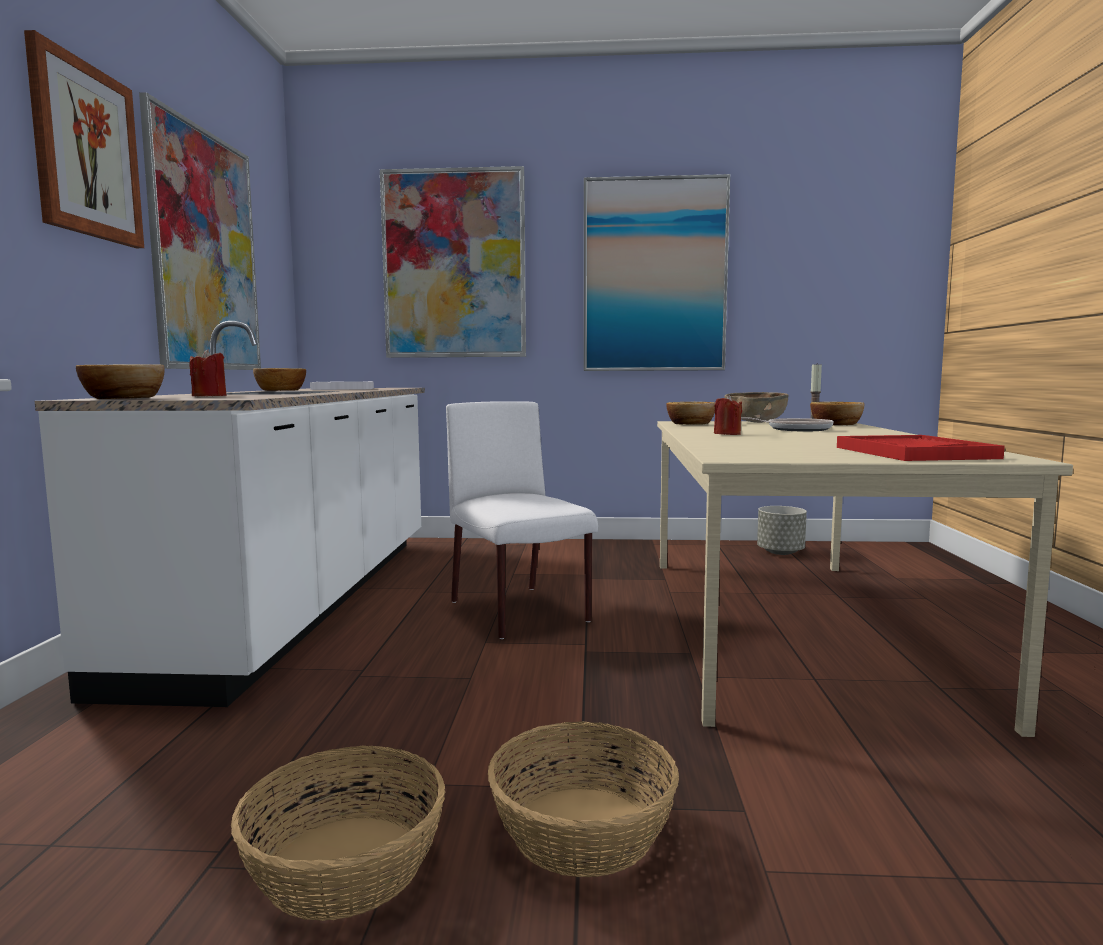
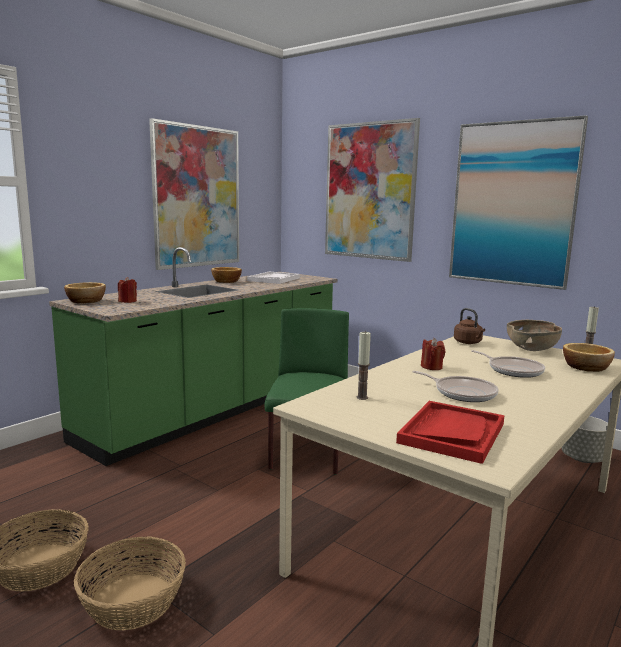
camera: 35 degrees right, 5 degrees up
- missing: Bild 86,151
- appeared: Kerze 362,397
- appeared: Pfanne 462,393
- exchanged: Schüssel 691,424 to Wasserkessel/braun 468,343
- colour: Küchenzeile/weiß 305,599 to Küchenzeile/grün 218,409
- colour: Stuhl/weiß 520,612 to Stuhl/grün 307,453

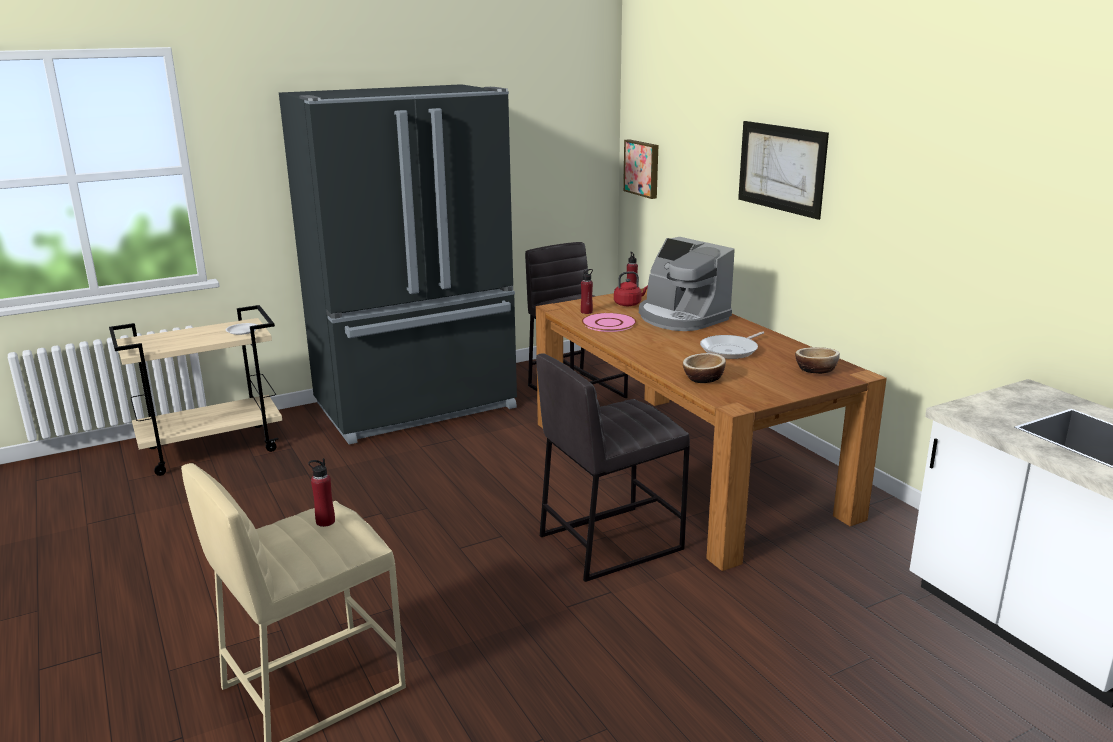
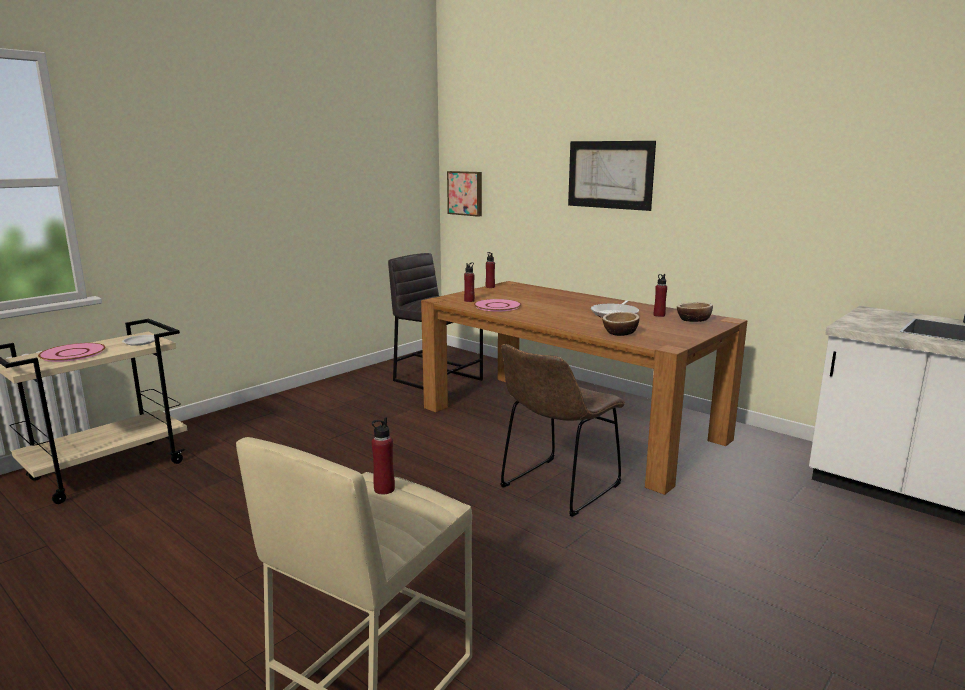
camera: 20 degrees left, 5 degrees down
- missing: Kühlschrank/schwarz 418,407
- missing: Wasserkessel/rot 629,304
- missing: Kaffeemaschine 681,317
- appeared: Teller/rosa 73,353
- appeared: Flasche/rot 659,315
- exchanged: Hocker/grau 609,542 to Stuhl/braun 557,488

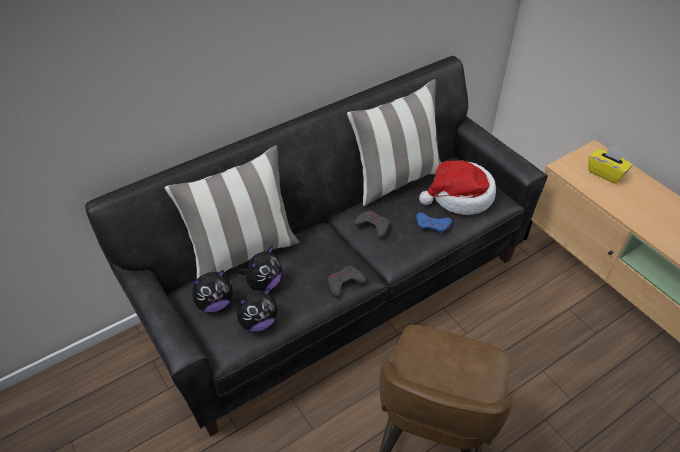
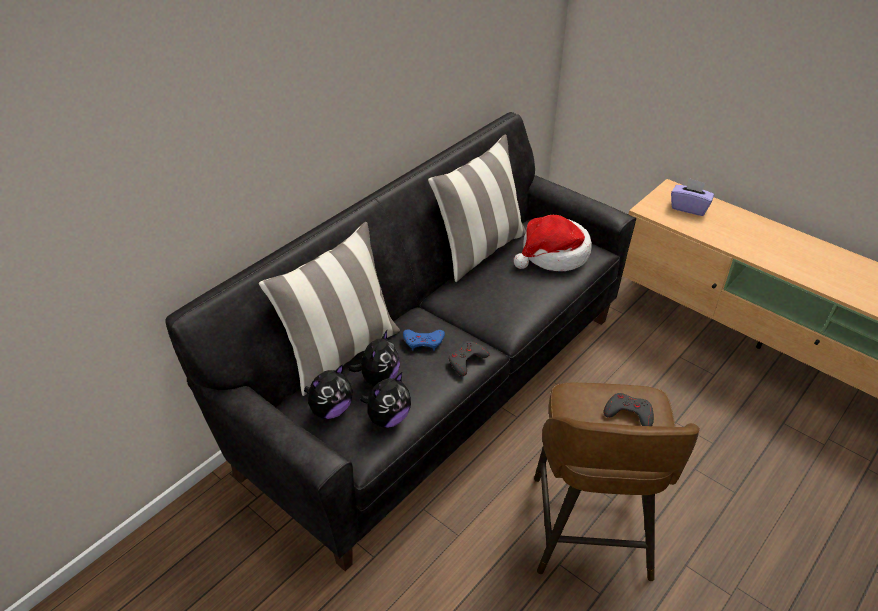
camera: 15 degrees left, 5 degrees down
- relocated: Gamepad/grau 372,226 to 628,413
- relocated: Gamepad/blau 432,225 to 423,342
- colour: Taschentuchbox/gelb 605,173 to Taschentuchbox/lila 689,208

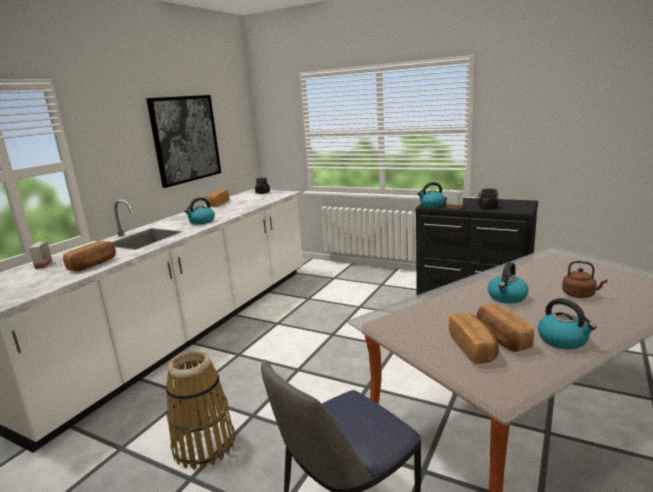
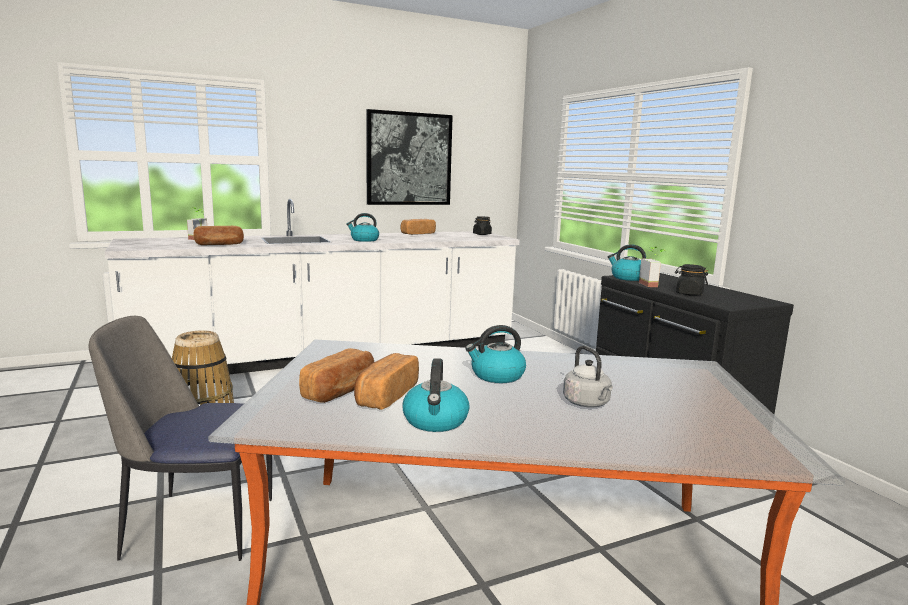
camera: 35 degrees right, 5 degrees down
- colour: Wasserkessel/braun 580,295 to Wasserkessel/grau 587,404

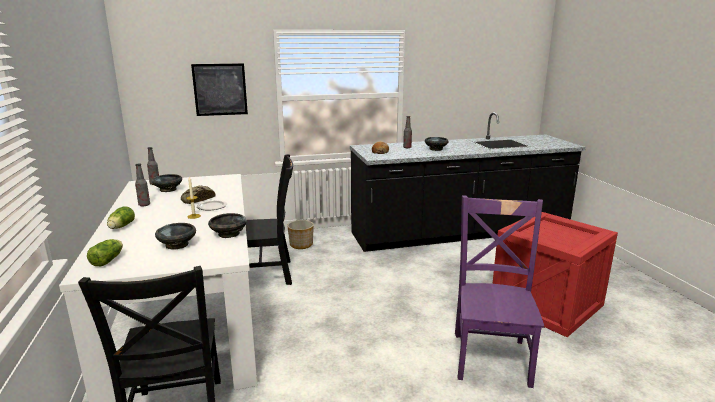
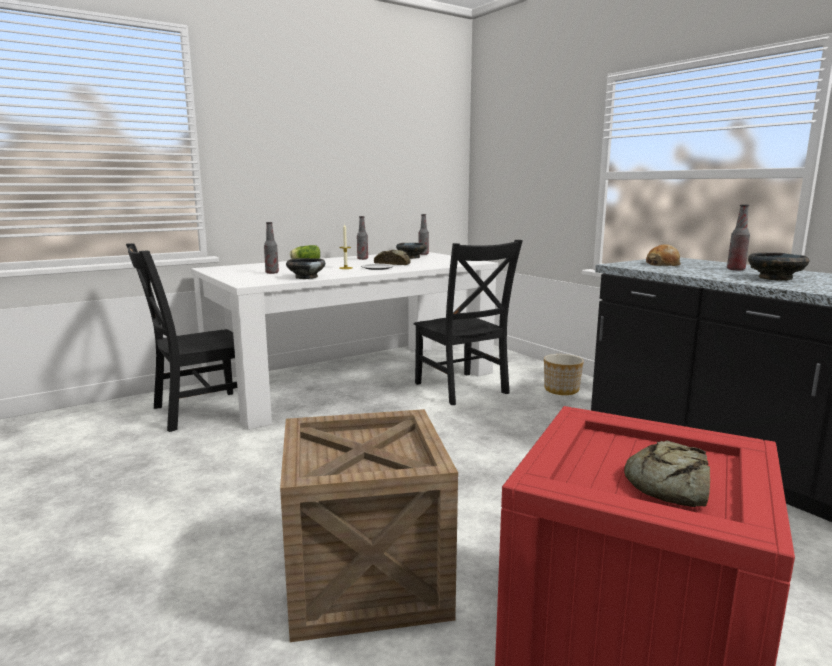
camera: 70 degrees right, 5 degrees down
- missing: Salatkopf 109,260
- missing: Bild 220,89
- appeared: Brot 668,485
- exchanged: Schüssel/schwarz 177,245 to Flasche 272,273
- exchanged: Stuhl/lila 491,356 to Kiste 366,578

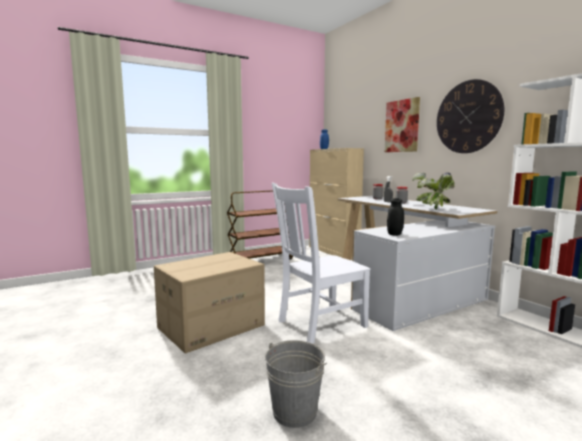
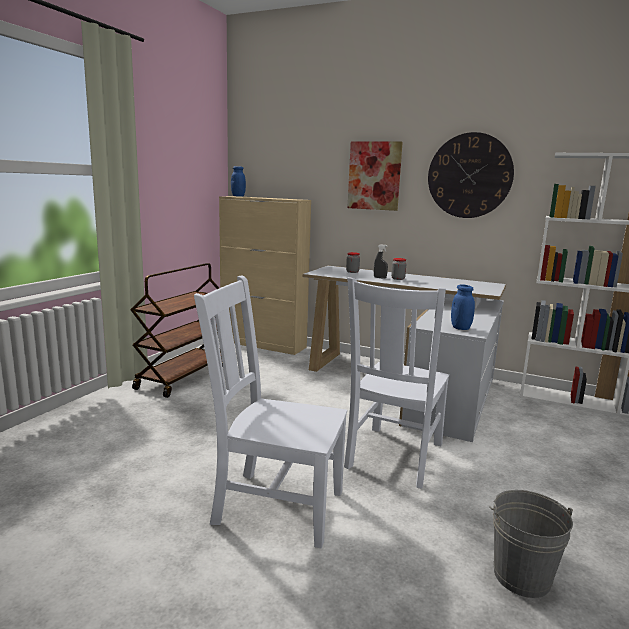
camera: 35 degrees left, 5 degrees up
- missing: Topfpflanze 432,209
- exchanged: Karton 211,326 to Stuhl/weiß 274,505
- colour: Vorratsglas/schwarz 394,234 to Vorratsglas/blau 460,328

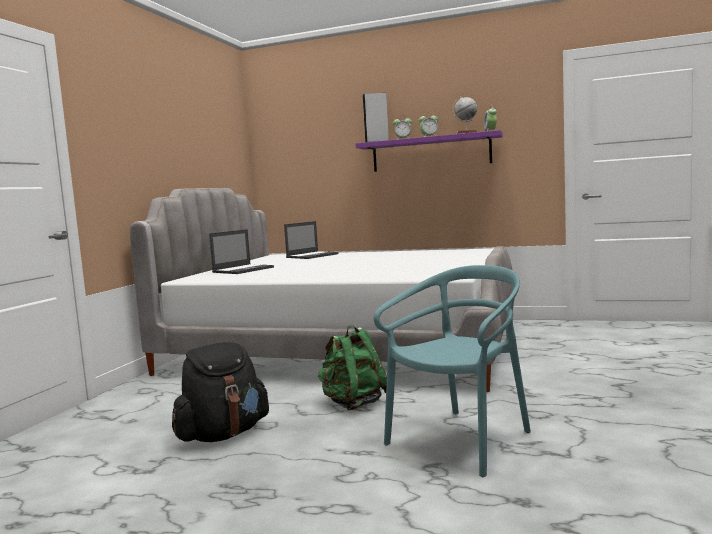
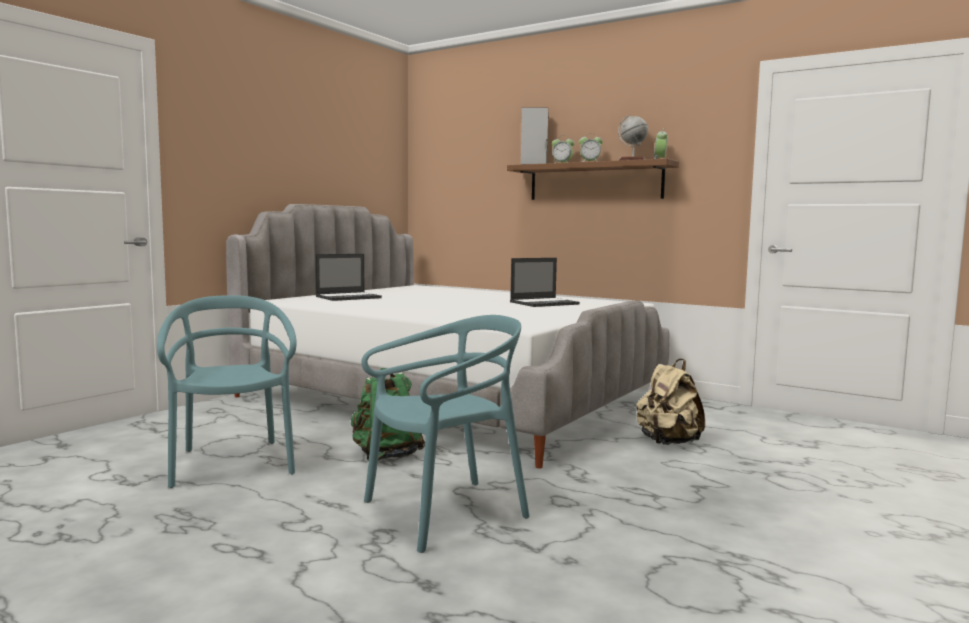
camera: 15 degrees right, 0 degrees up
- appeared: Rucksack/beige 668,443
- relocated: Laptop 312,255 to 545,303
- exchanged: Rucksack/schwarz 223,434 to Stuhl/türkis 232,463
- colour: Wandregal/lila 430,153 to Wandregal/braun 594,182

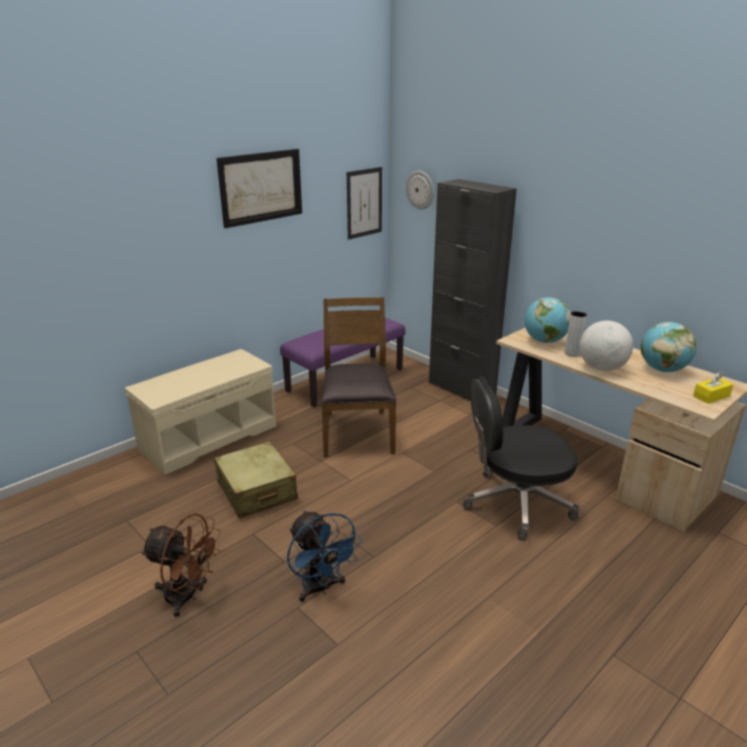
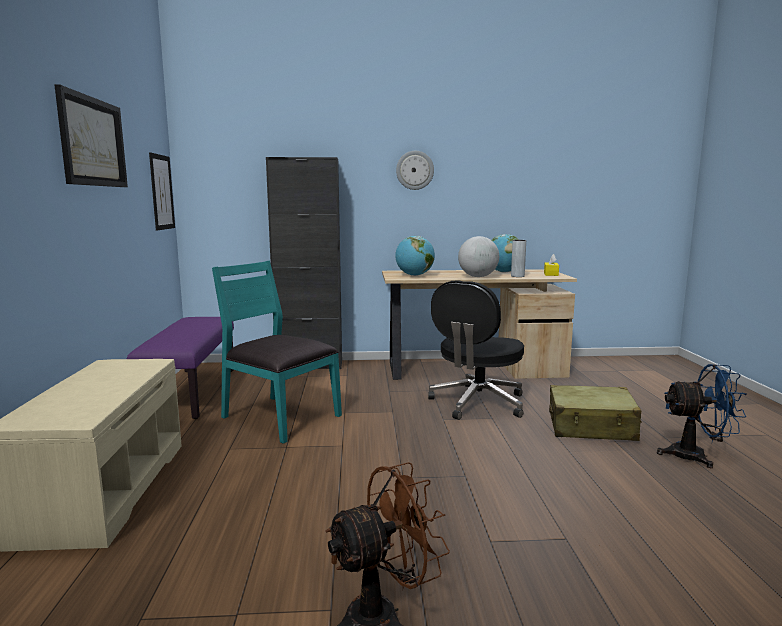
camera: 50 degrees left, 15 degrees down
- relocated: Koffer/beige 256,491 to 591,426
- relocated: Ventilator/blau 321,588 to 696,456
- relocated: Wanduhr 420,190 to 415,170
- relocated: Vase/grau 572,353 to 517,276
- colour: Stuhl/braun 357,432 to Stuhl/türkis 279,417

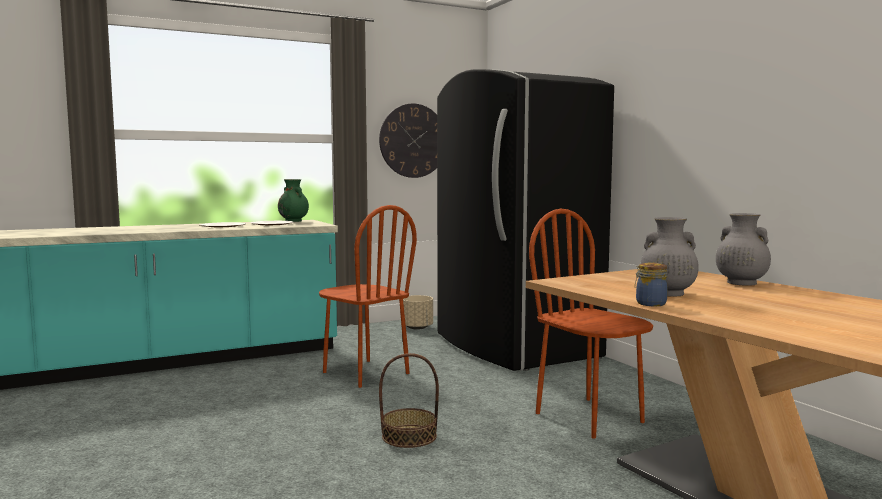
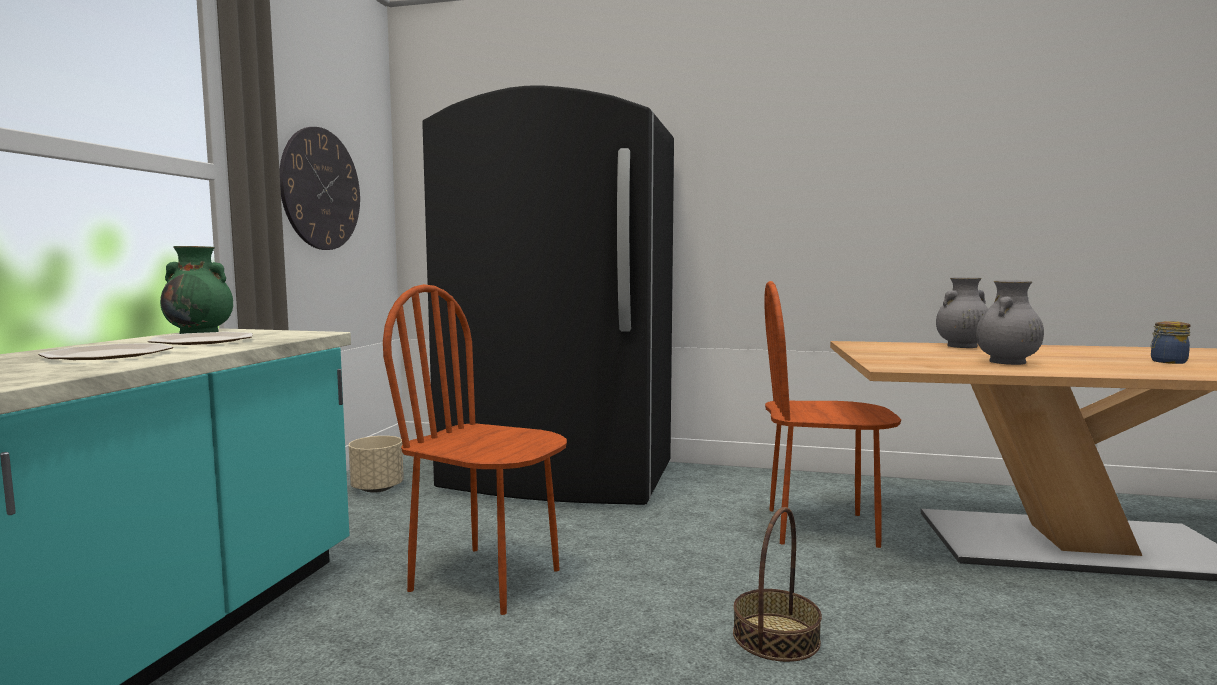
camera: 50 degrees left, 0 degrees up
- relocated: Vorratsglas 649,303 to 1167,362
- spun: Stuhl/braun 365,373 = 486,579 150 degrees counterclockwise

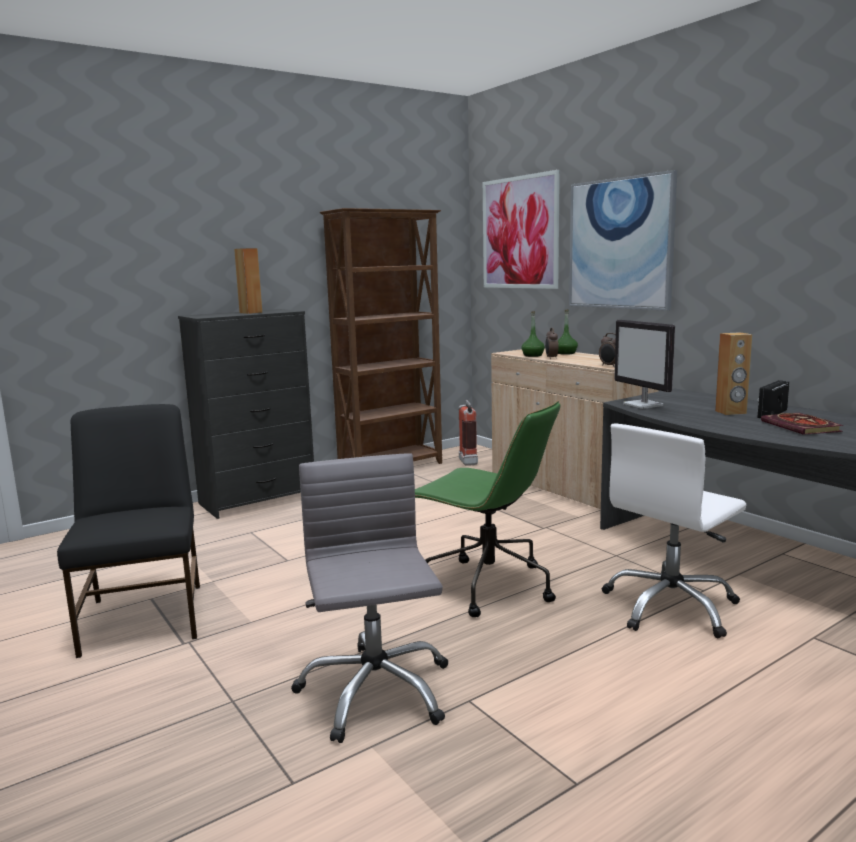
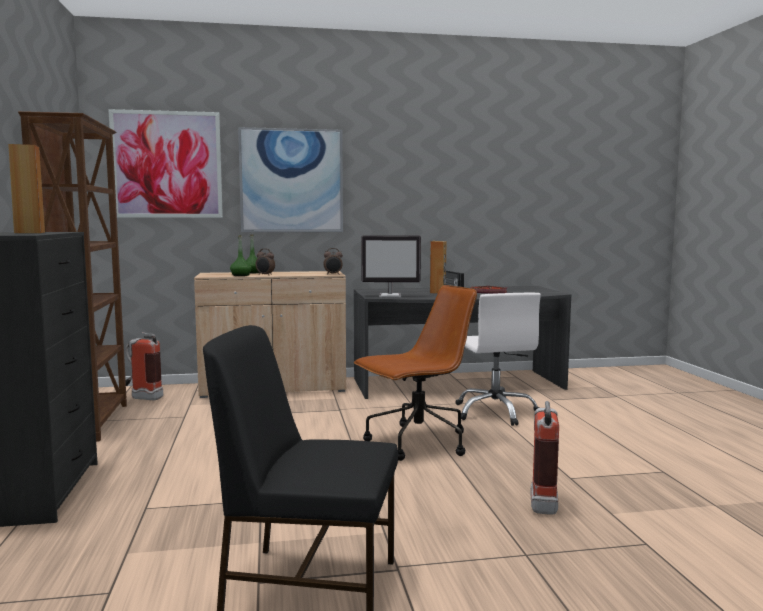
camera: 65 degrees left, 5 degrees down
- exchanged: Bürostuhl/grau 374,691 to Feuerlöscher 543,502
- colour: Bürostuhl/grün 487,586 to Bürostuhl/braun 417,443

